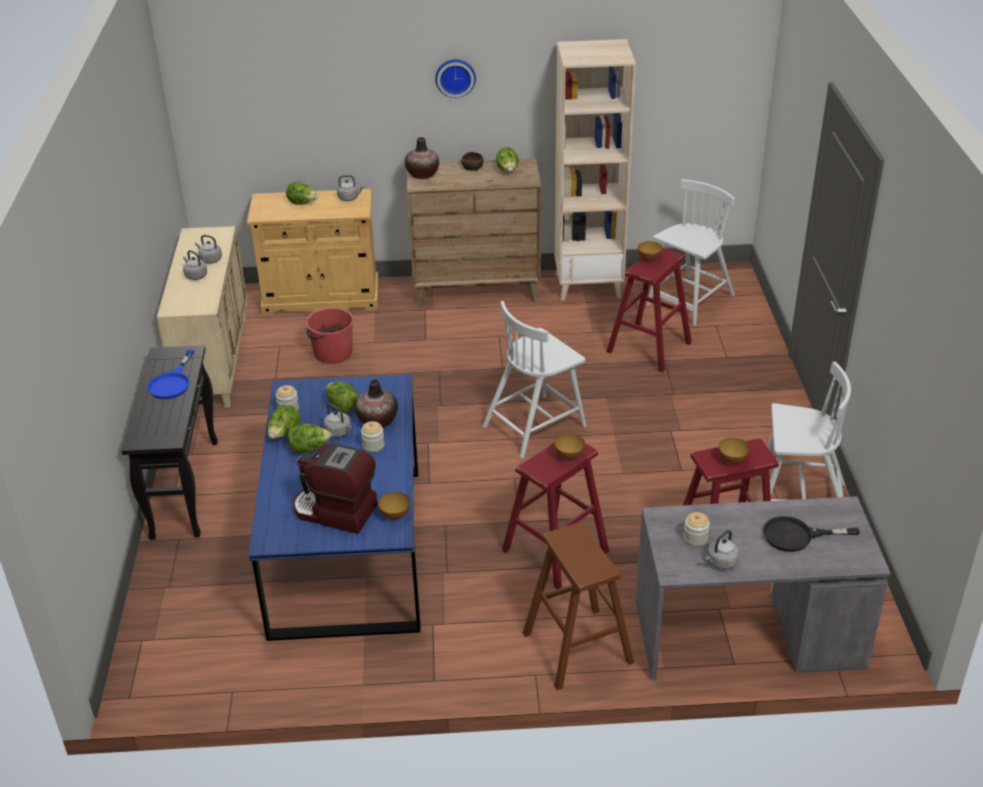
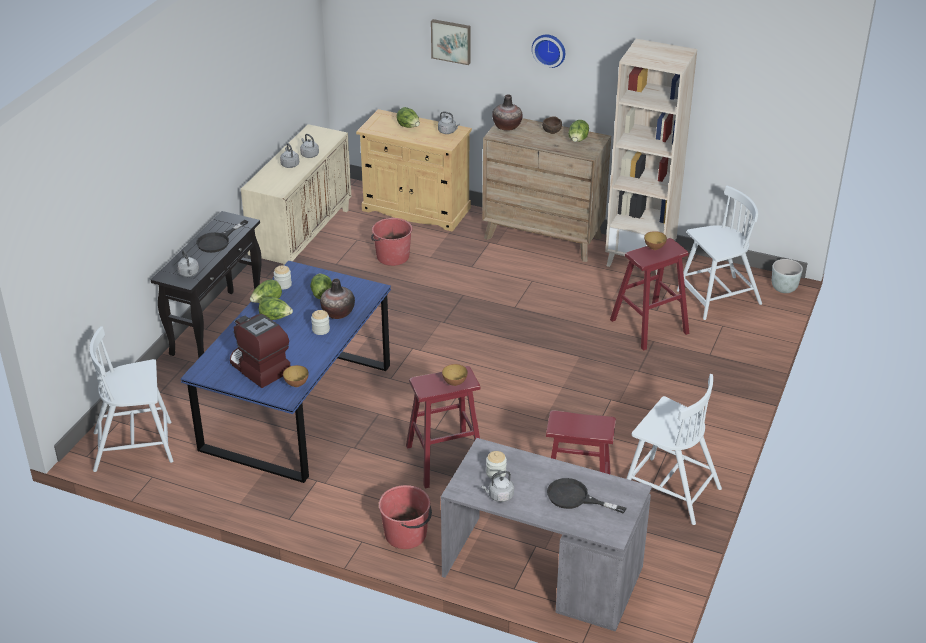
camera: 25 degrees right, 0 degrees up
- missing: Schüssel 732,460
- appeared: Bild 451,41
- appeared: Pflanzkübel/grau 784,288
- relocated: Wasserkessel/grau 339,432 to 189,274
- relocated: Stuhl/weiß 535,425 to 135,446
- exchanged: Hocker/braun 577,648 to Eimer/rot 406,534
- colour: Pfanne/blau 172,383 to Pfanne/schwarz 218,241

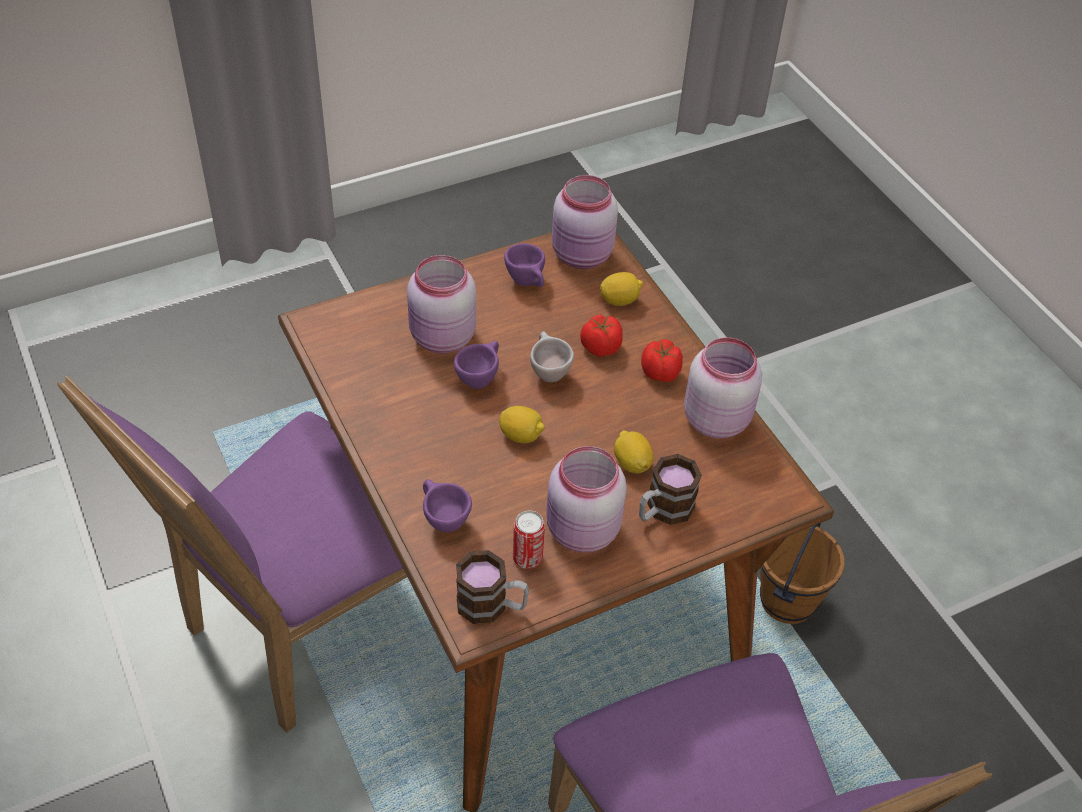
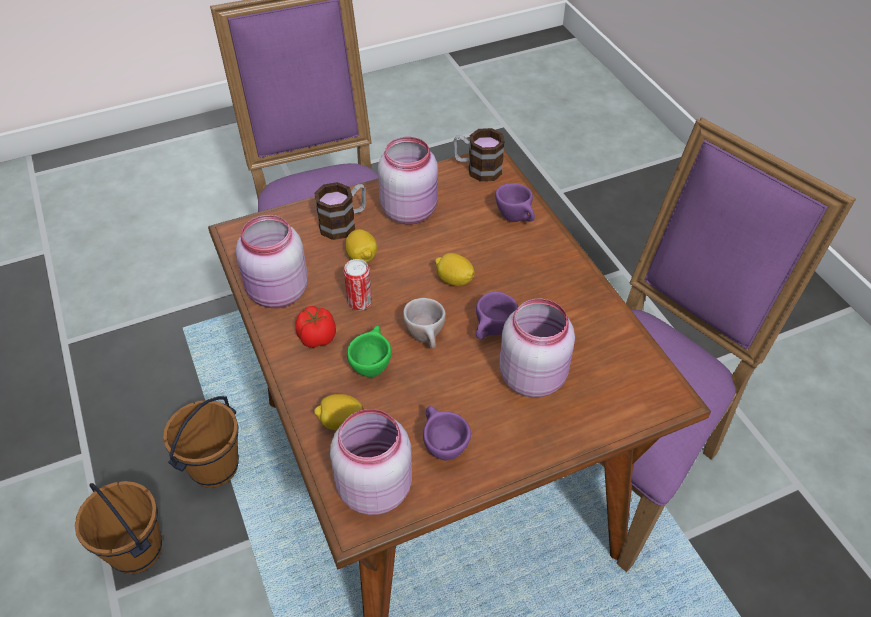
camera: 175 degrees left, 0 degrees up
- appeared: Eimer/braun 136,551
- relocated: Dose 527,558 to 359,302
- exchanged: Tomate 600,347 to Tasse/grün 372,365

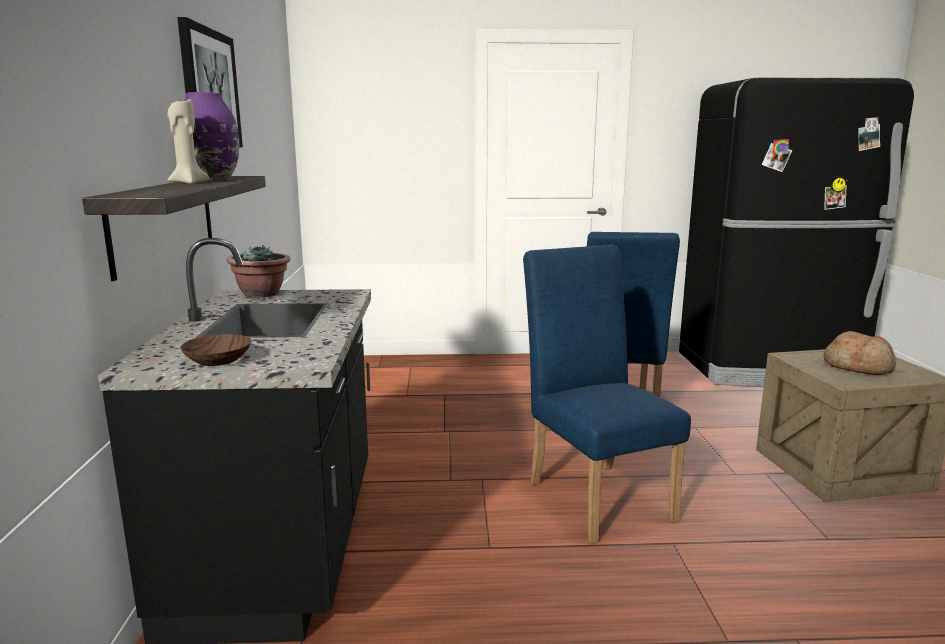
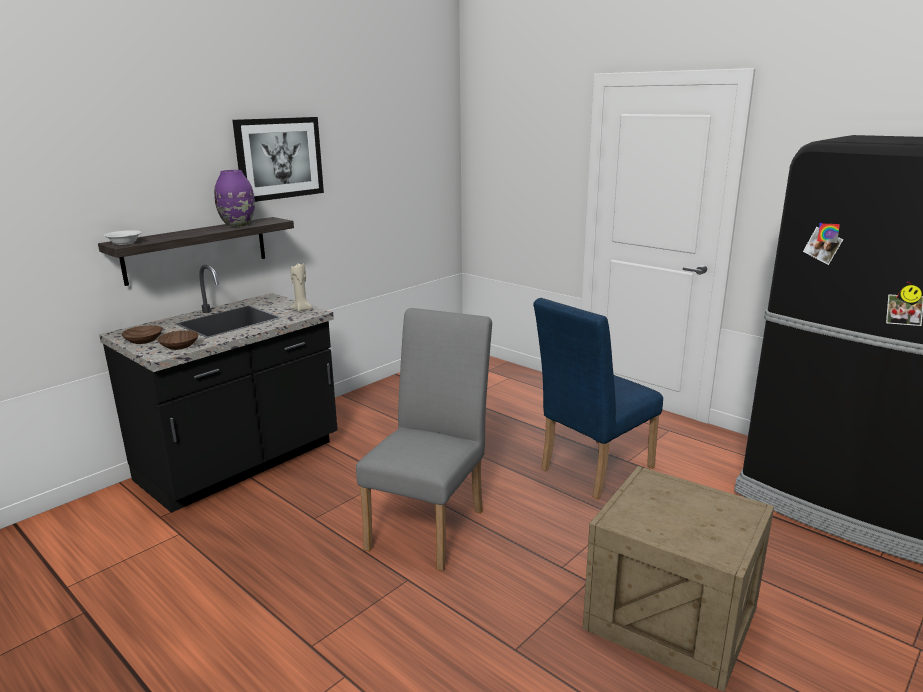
camera: 45 degrees right, 5 degrees up
- missing: Topfpflanze 261,294
- missing: Brot 858,367
- appeared: Schüssel/weiß 124,243
- appeared: Schüssel/braun 179,345
- relocated: Kerze/beige 188,183 to 301,309
- colour: Stuhl/blau 595,495 to Stuhl/grau 431,523

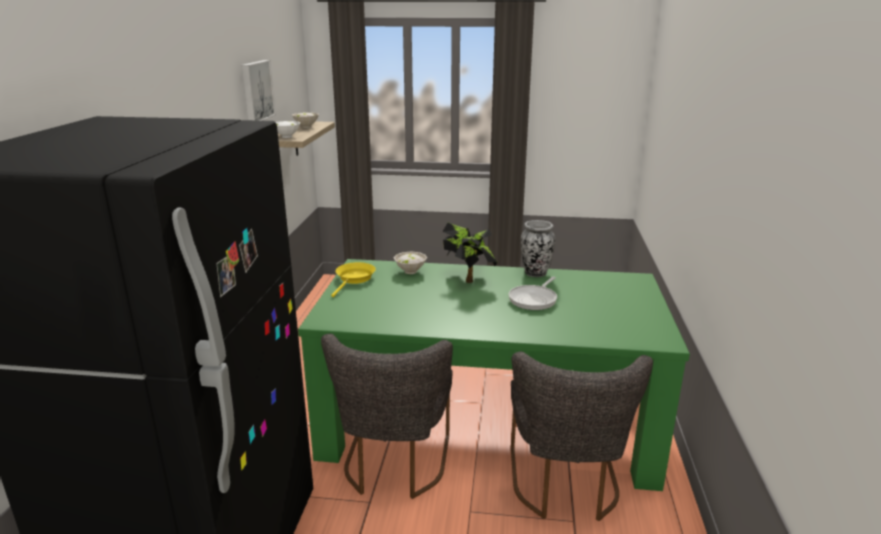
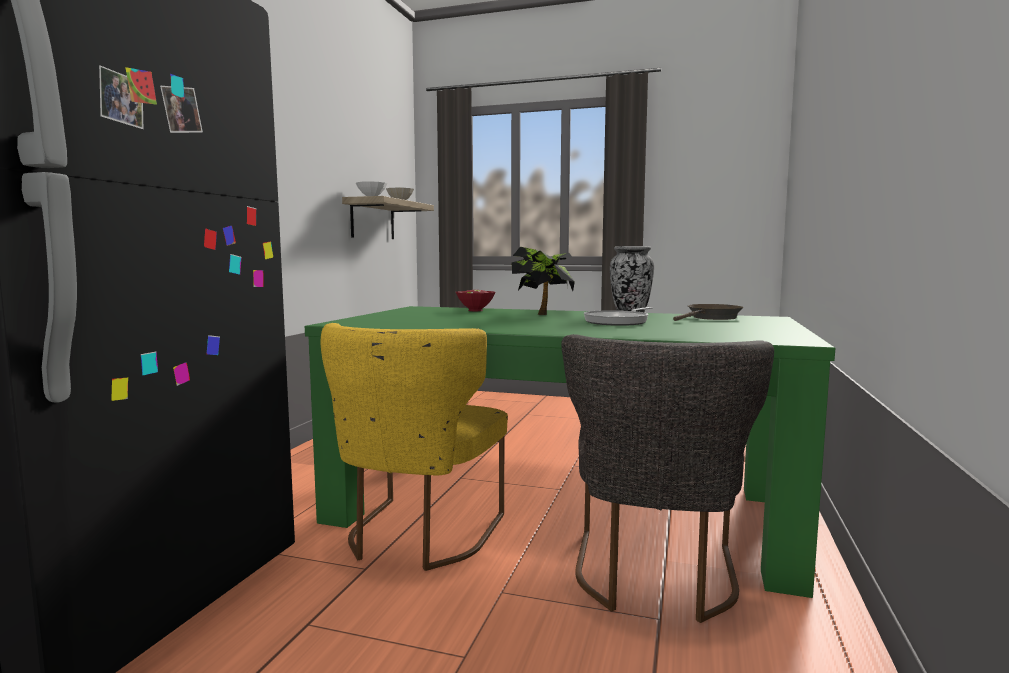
camera: 10 degrees right, 15 degrees down
- missing: Bild 256,91
- missing: Pfanne/gelb 354,279
- appeared: Pfanne/braun 712,318
- colour: Stuhl/grau 394,466 to Stuhl/gelb 417,537
- colour: Schüssel/weiß 411,271 to Schüssel/rot 476,310

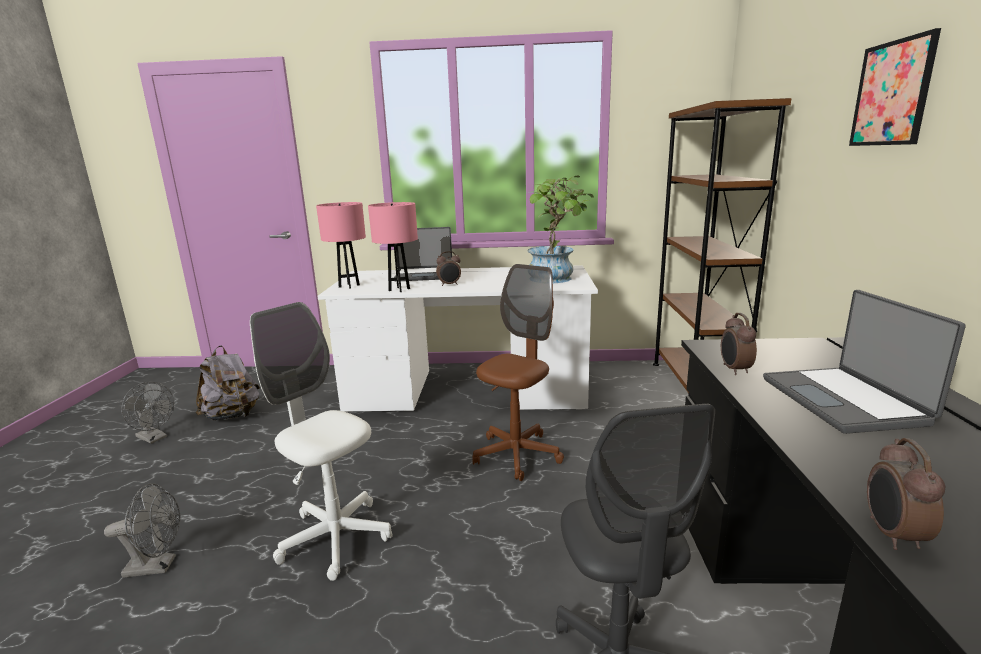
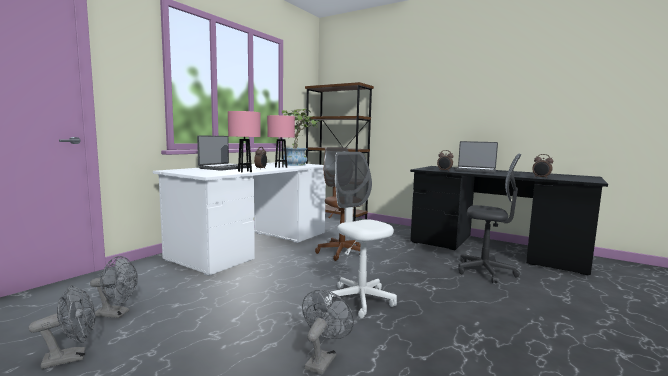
camera: 60 degrees left, 10 degrees down
- missing: Bild 892,93
- relocated: Tischlampe/rosa 349,286 to 281,167
- exchanged: Rucksack/grau 233,416 to Ventilator/grau 117,314
- spun: Bürostuhl/weiß 335,538 = 360,300 75 degrees clockwise

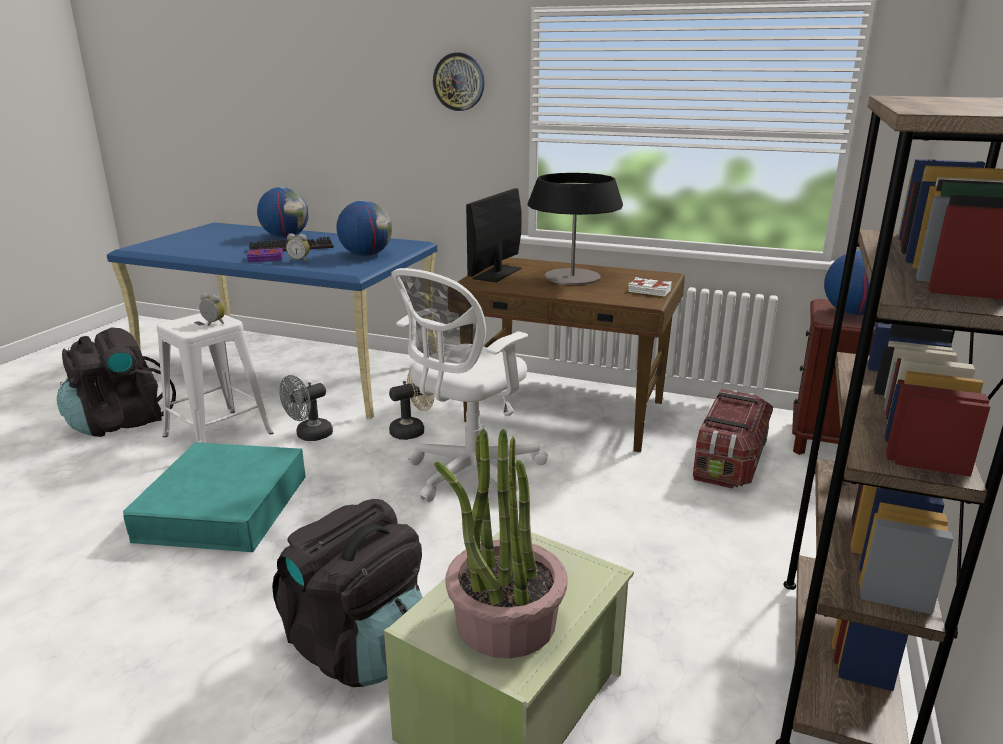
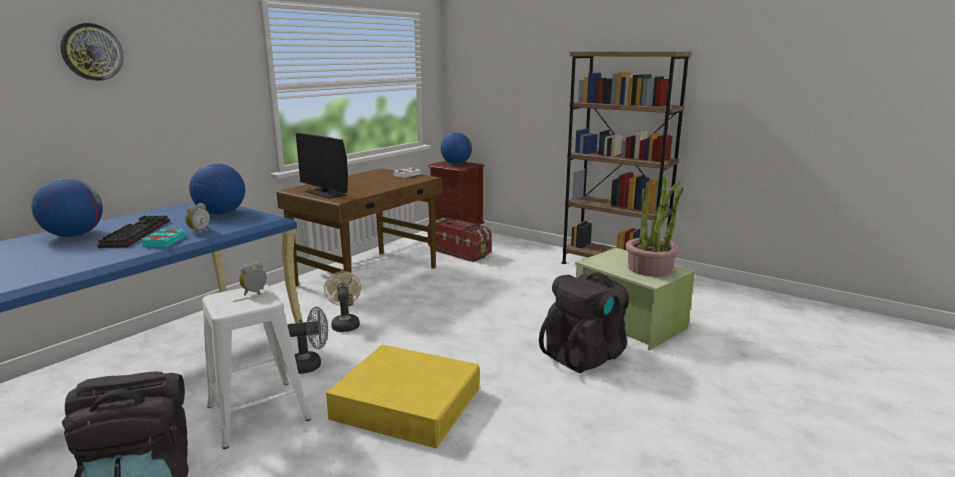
camera: 75 degrees left, 5 degrees down
- missing: Bürostuhl/weiß 469,474
- missing: Tischlampe 572,277
- relocated: Wanduhr 459,82 to 92,52
- colour: Aufbewahrungsbox/türkis 224,507 to Aufbewahrungsbox/gelb 406,403
- colour: Buch/lila 265,259 to Buch/türkis 165,242
- spun: Ventilator/grau 309,436 = 311,365 75 degrees counterclockwise

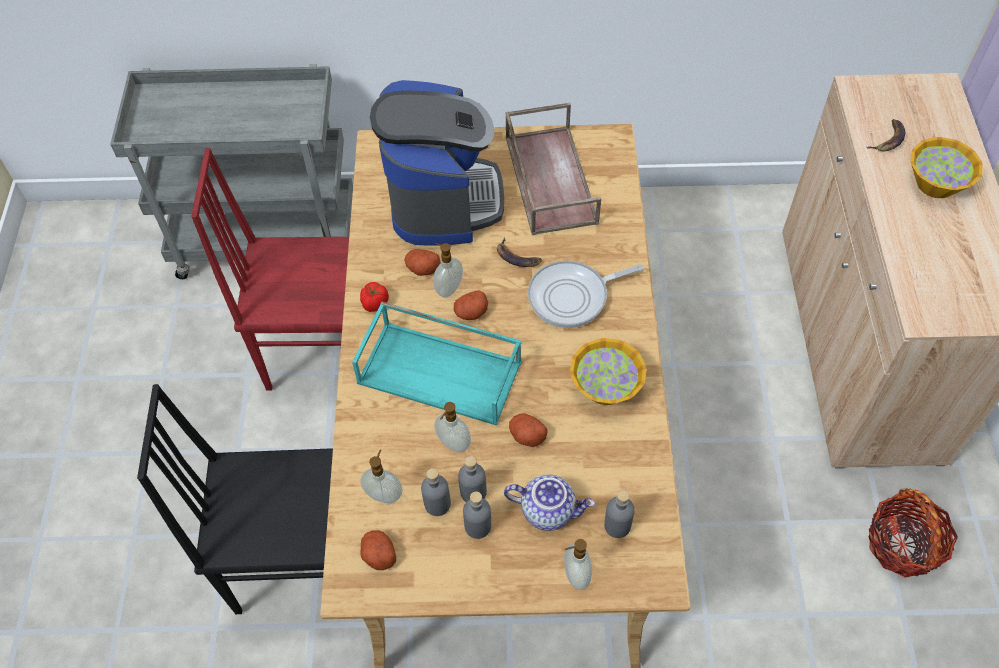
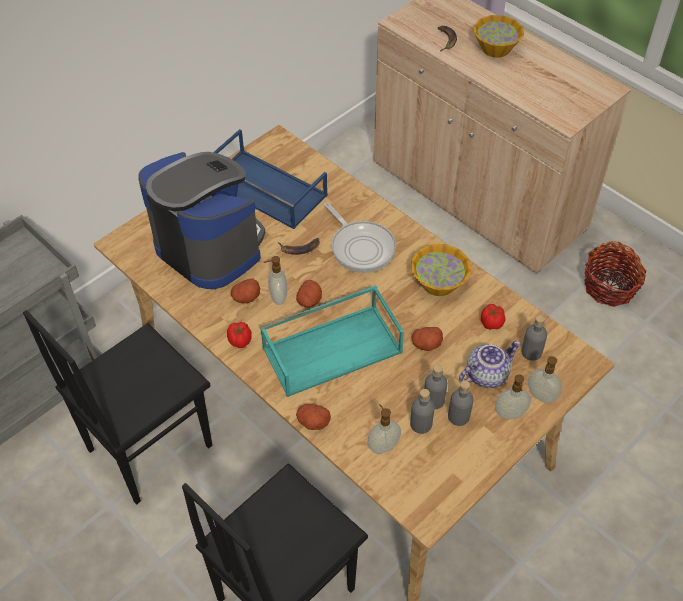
camera: 45 degrees left, 5 degrees down
- appeared: Tomate 491,322
- relocated: Kartoffel 378,554 to 312,422
- relocated: Seifenspender 453,444 to 510,414
- colour: Stuhl/rot 320,350 to Stuhl/schwarz 148,447
- colour: Tablett/braun 549,178 to Tablett/blau 265,189
- spun: Pfanne 572,297 = 361,247 60 degrees counterclockwise

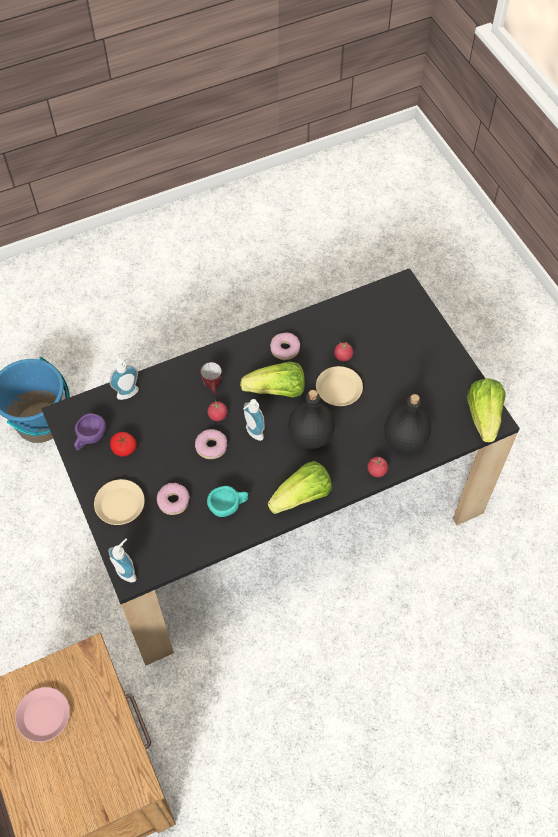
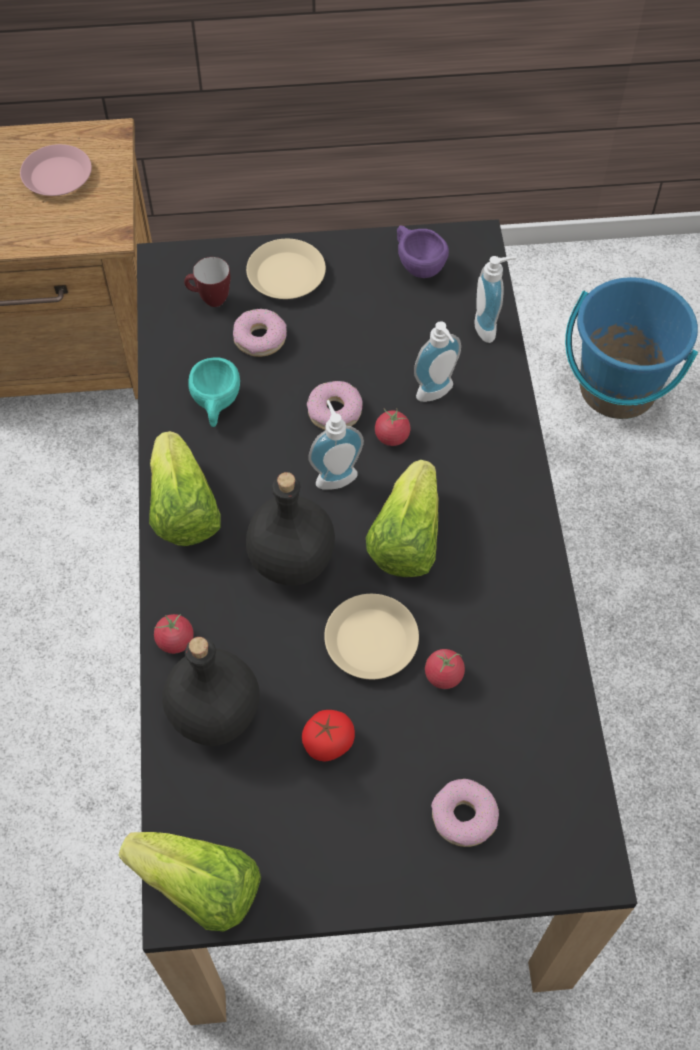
camera: 110 degrees right, 0 degrees up
- relocated: Seifenspender 128,571 to 437,394
- relocated: Tomate 124,448 to 328,742
- relocated: Henkelbecher 213,387 to 209,300
- relocated: Donut 285,349 to 464,816

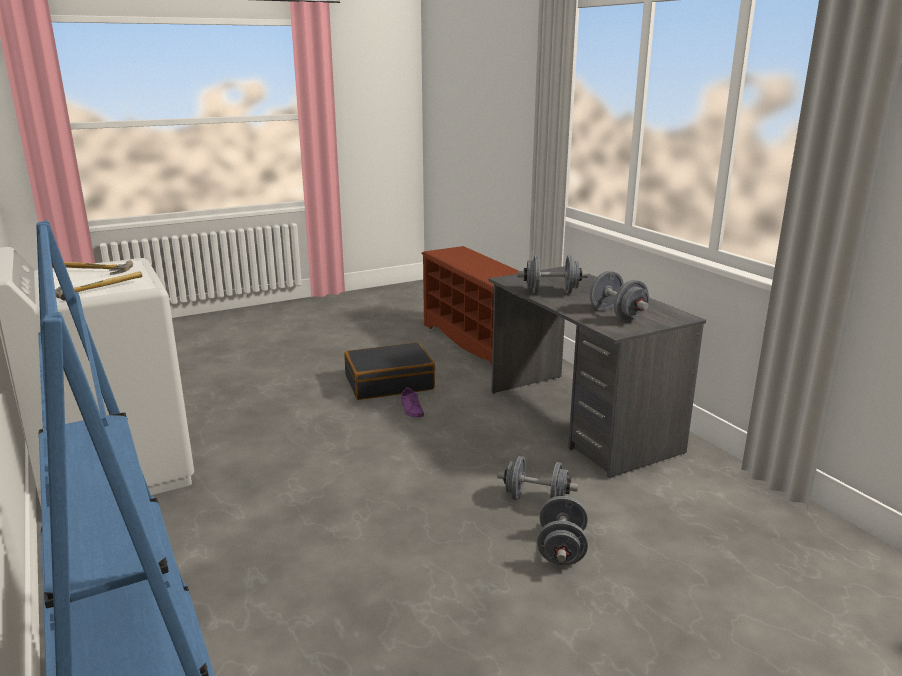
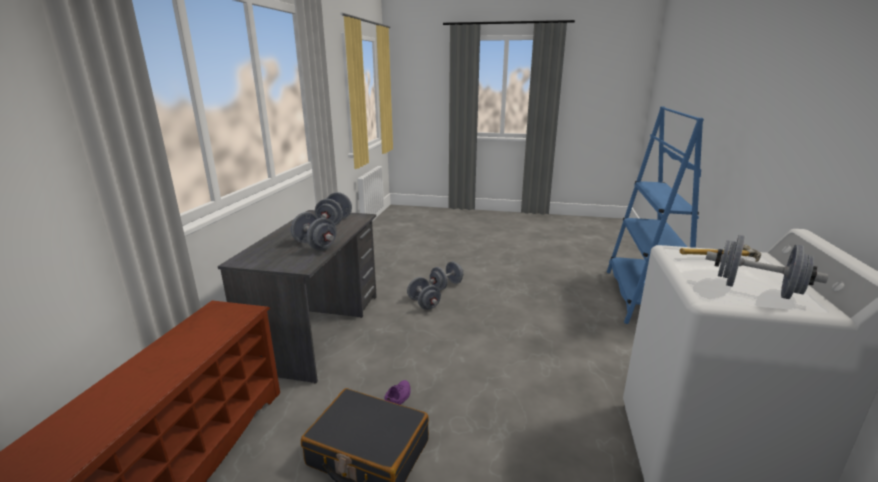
camera: 140 degrees left, 0 degrees up
- exchanged: Hammer 89,271 to Hantel/grau 756,290

